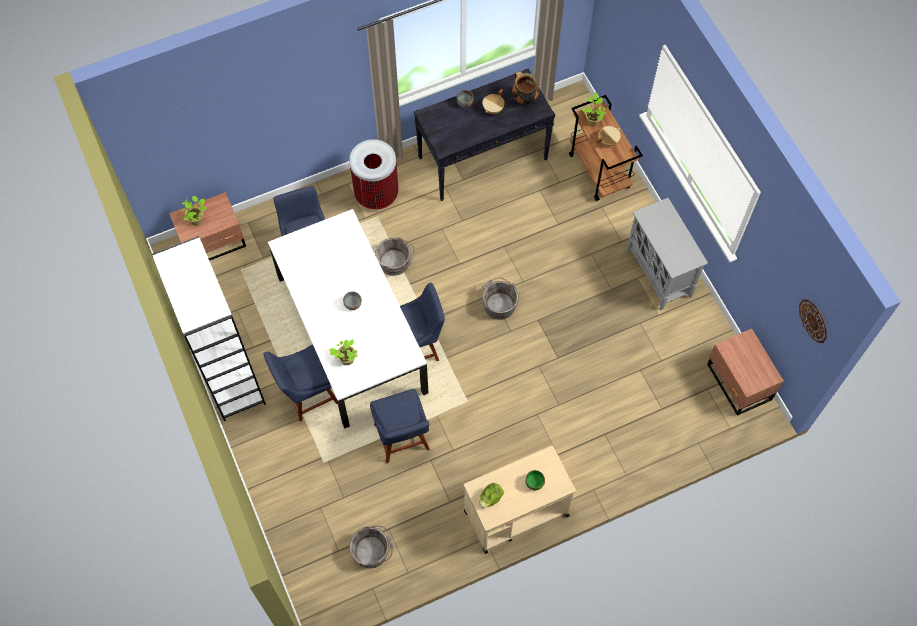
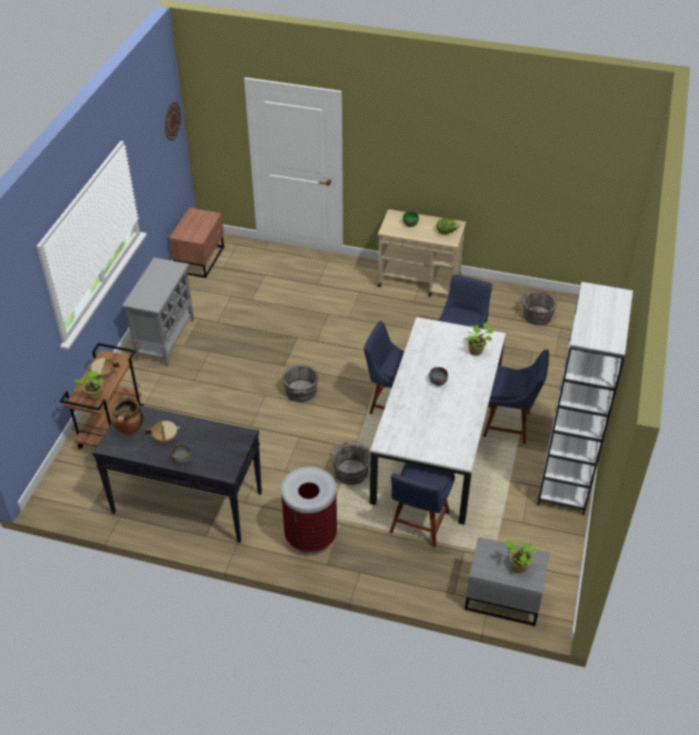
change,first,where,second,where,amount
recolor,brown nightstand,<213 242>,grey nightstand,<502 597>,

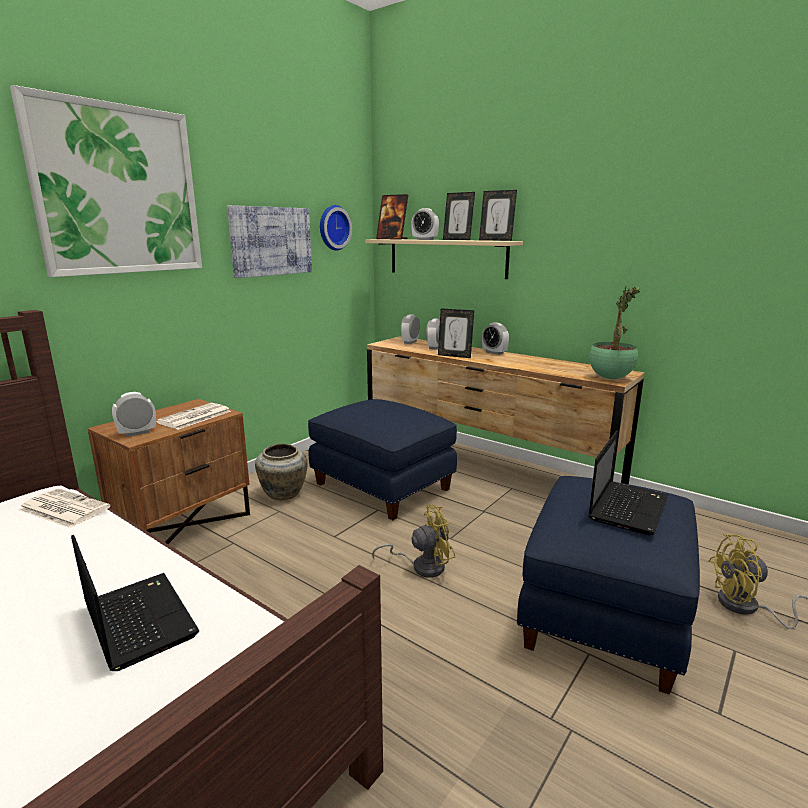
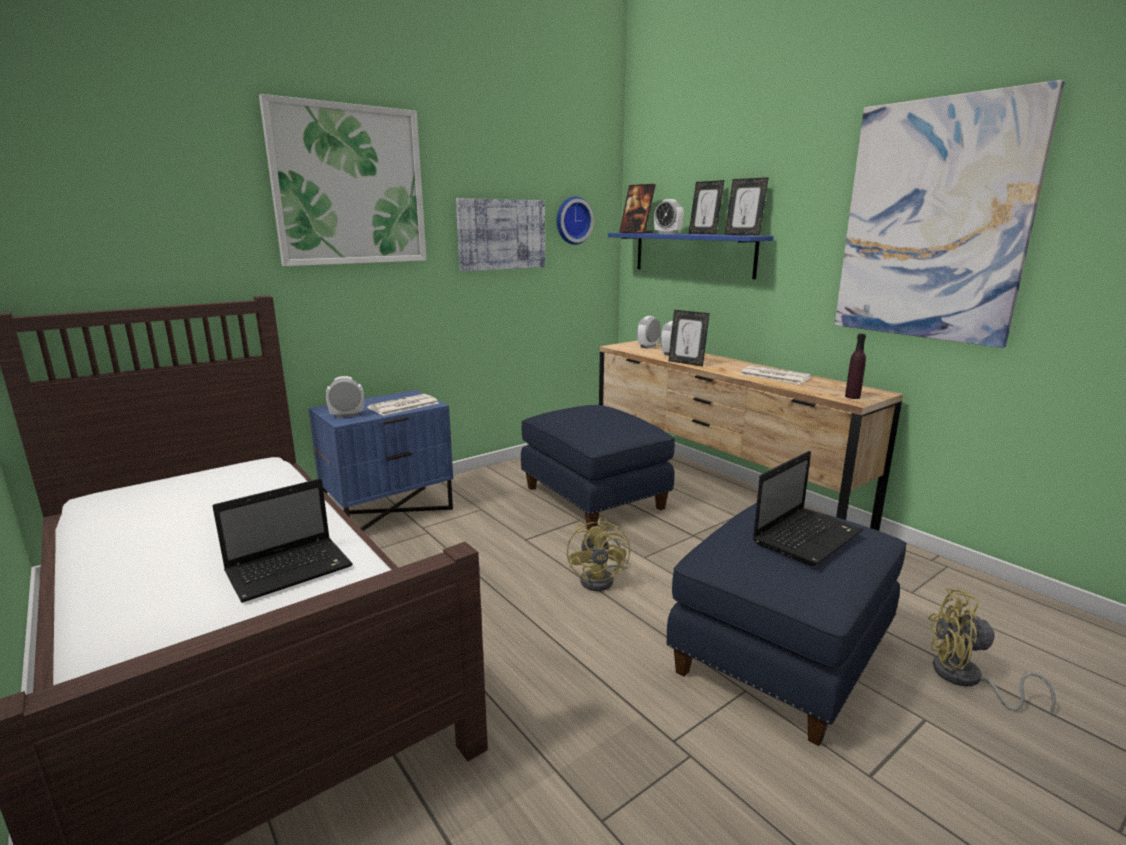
change,first,where,second,where,amount
move,newspaper,<63 509>,,<774 376>,
rotate,laptop,<138 619>,,<291 569>,75 degrees clockwise
recolor,brown nightstand,<183 525>,blue nightstand,<389 511>,
delete,beige vase,<283 494>,,,
recolor,beige shelf,<446 257>,blue shelf,<692 254>,
rotate,yellow fan,<422 566>,,<602 579>,90 degrees clockwise
delete,alarm clock,<494 352>,,,
replace,potted plant,<610 378>,purple bottle,<852 397>,
insert,,,picture,<933 222>,

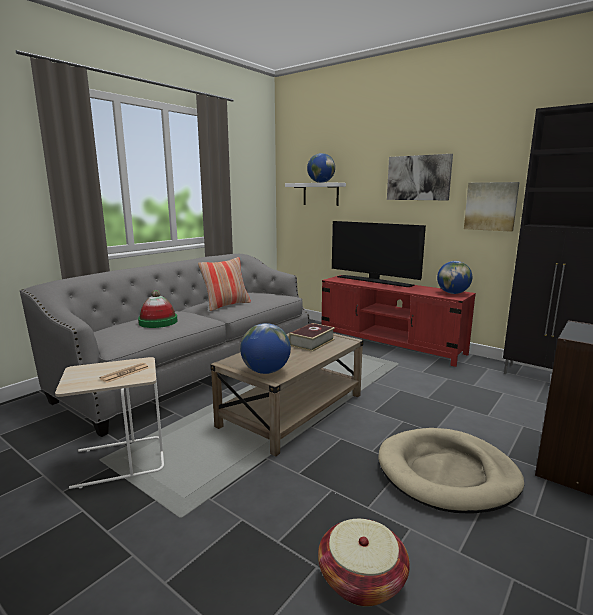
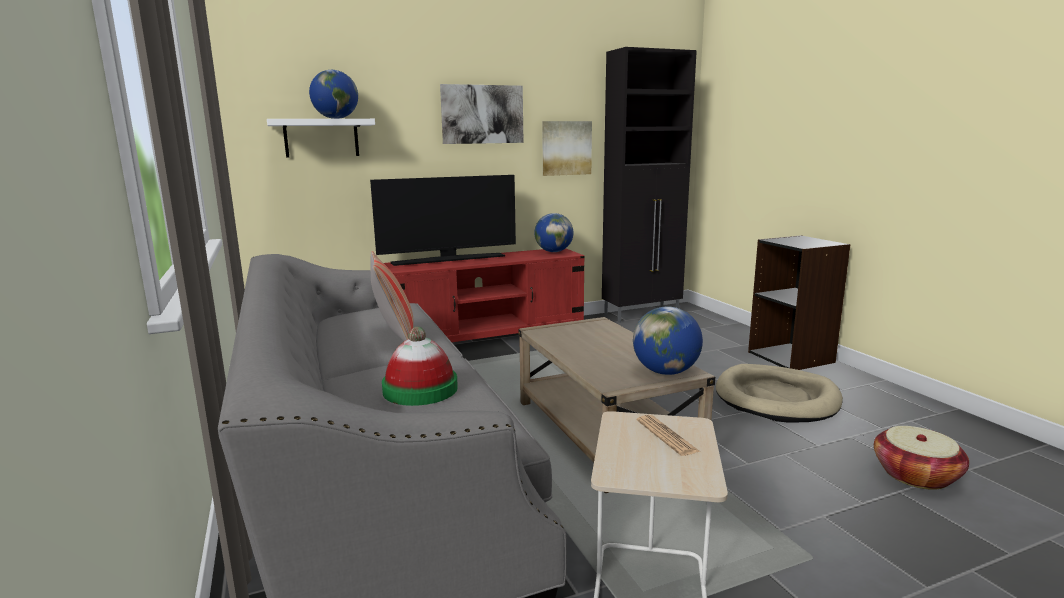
change,first,where,second,where,amount
delete,book,<312 342>,,,

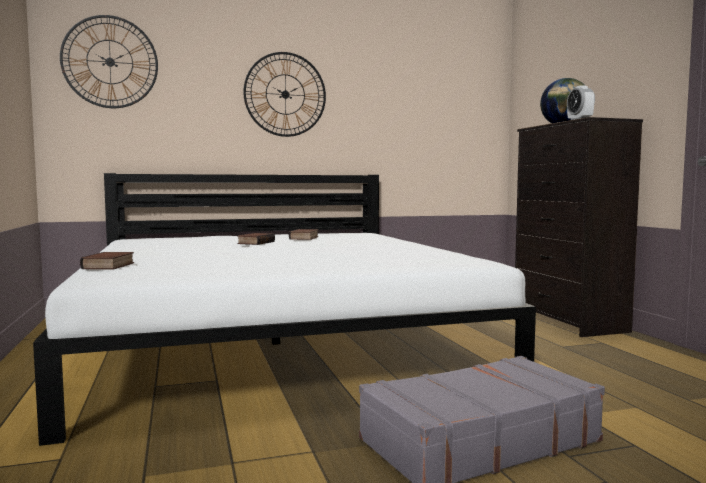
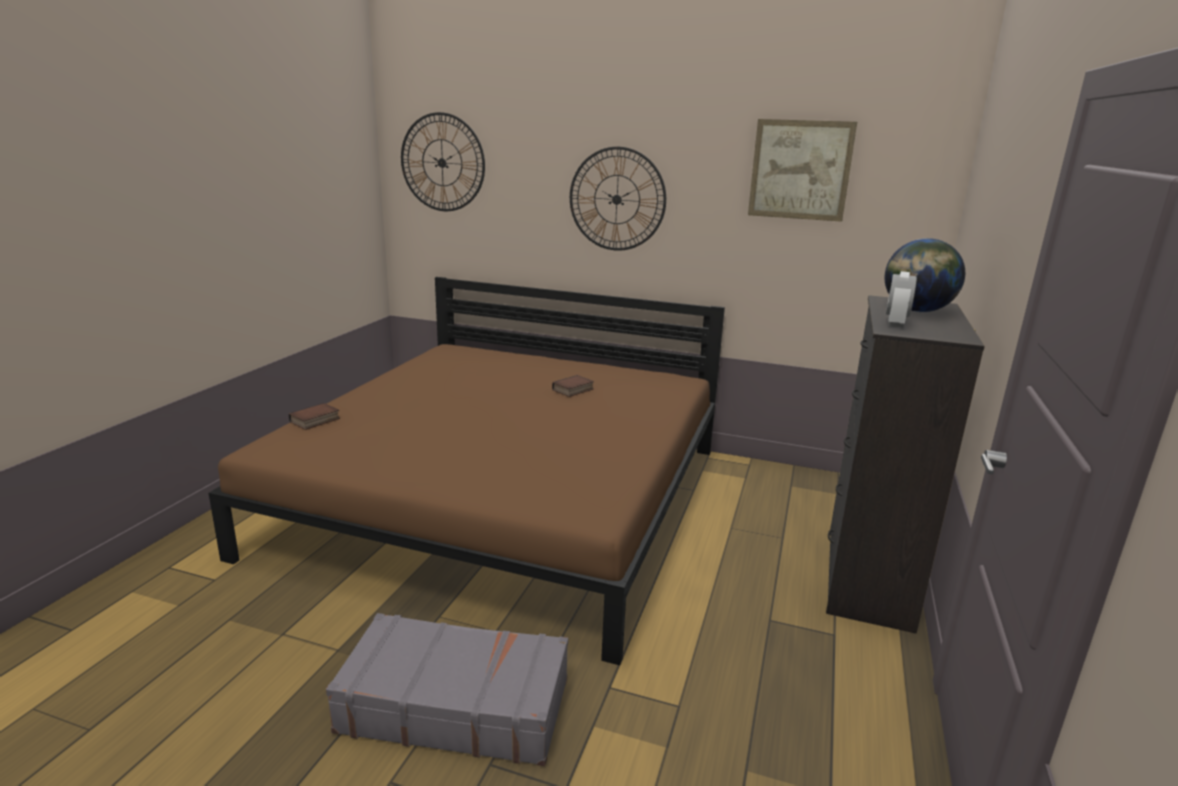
change,first,where,second,where,amount
recolor,white bed,<276 342>,brown bed,<505 498>,
delete,book,<255 242>,,,
insert,,,picture,<800 170>,

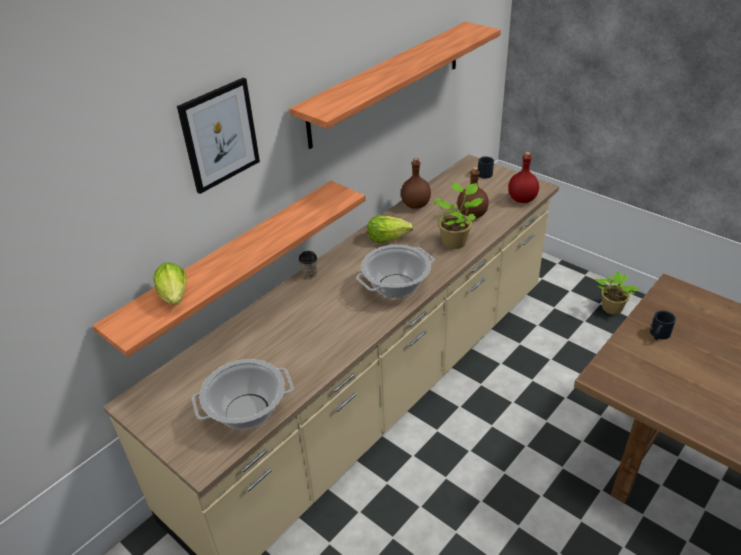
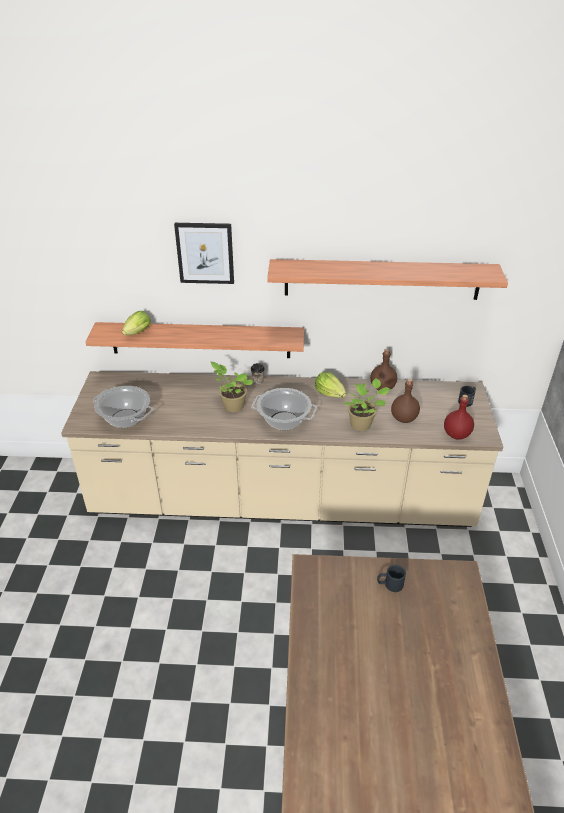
change,first,where,second,where,amount
move,potted plant,<610 309>,,<232 406>,

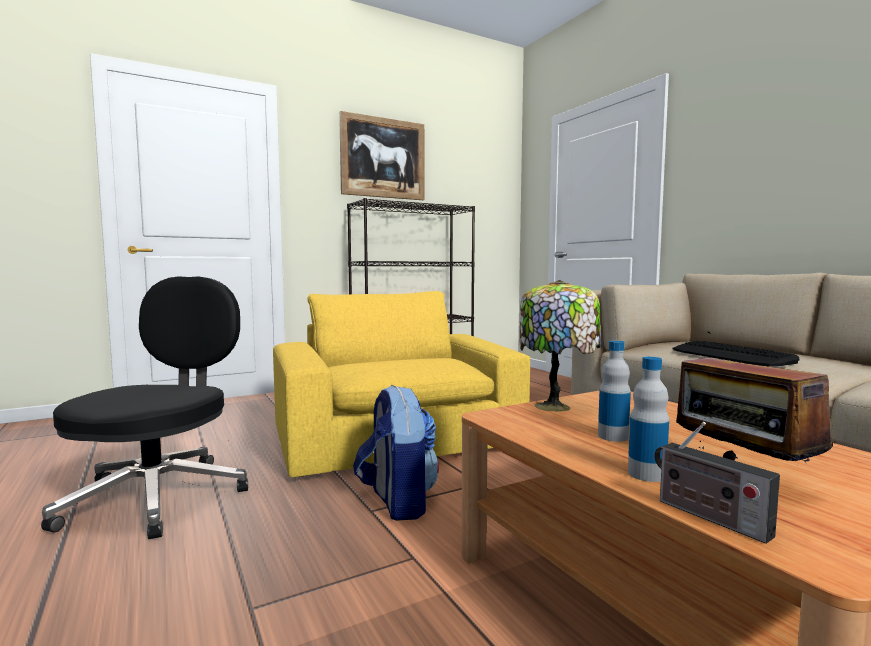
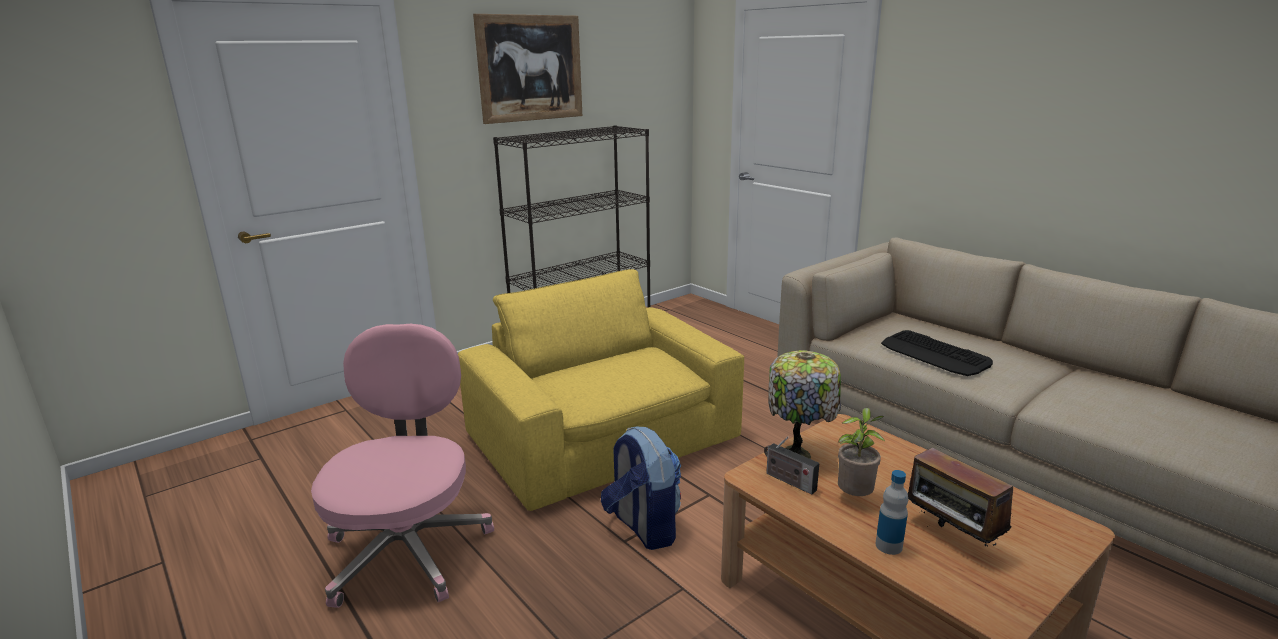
change,first,where,second,where,amount
recolor,black office chair,<159 496>,pink office chair,<408 549>,
replace,bottle,<613 436>,potted plant,<855 497>,
move,radio,<706 516>,,<788 481>,

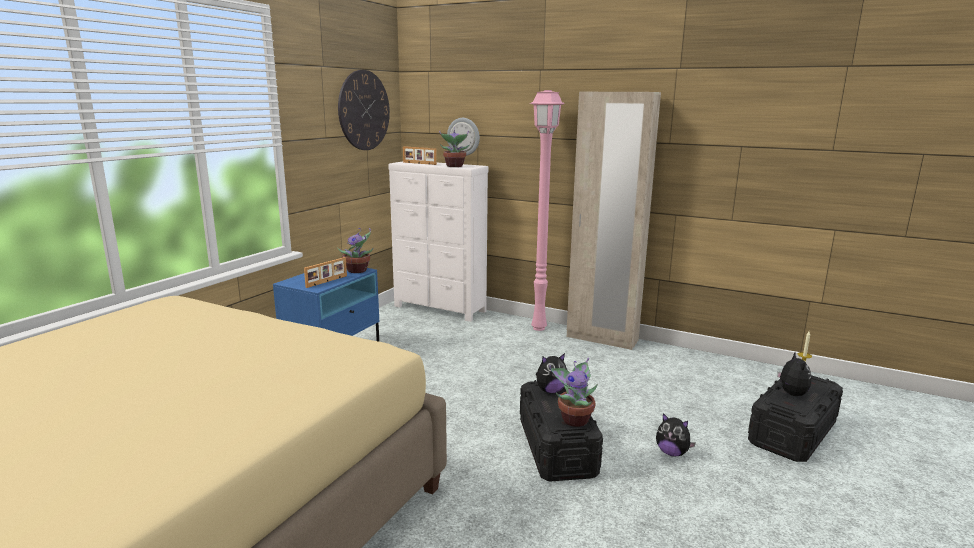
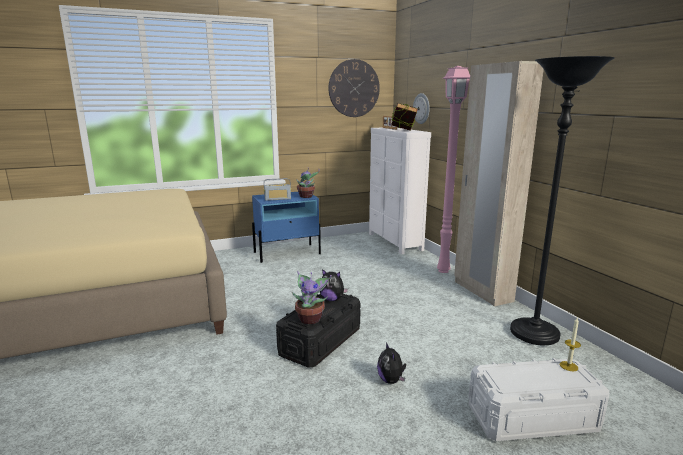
change,first,where,second,where,amount
replace,picture frame,<327 281>,radio,<277 199>,
replace,potted plant,<454 166>,book,<403 131>,
recolor,black storage box,<792 433>,white storage box,<532 418>,
delete,plush toy,<790 394>,,,
insert,,,black floor lamp,<534 334>,

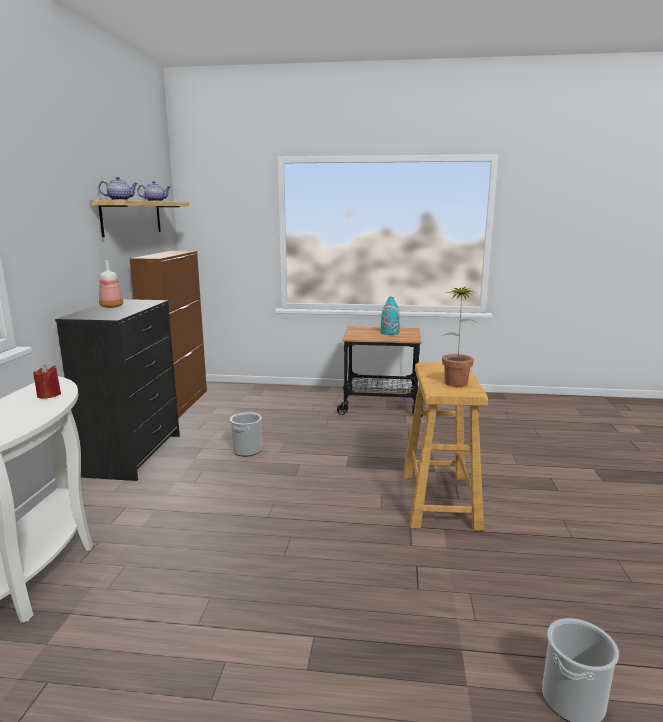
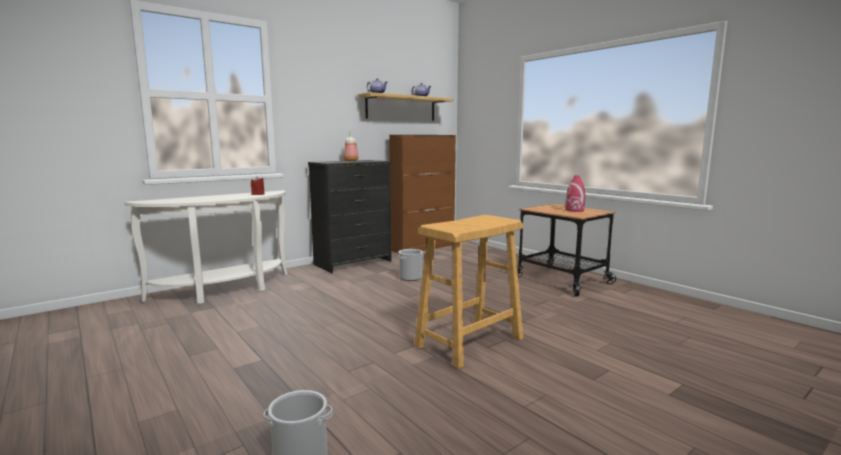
change,first,where,second,where,amount
recolor,turquoise vase,<390 332>,red vase,<574 210>,
delete,potted plant,<456 381>,,,

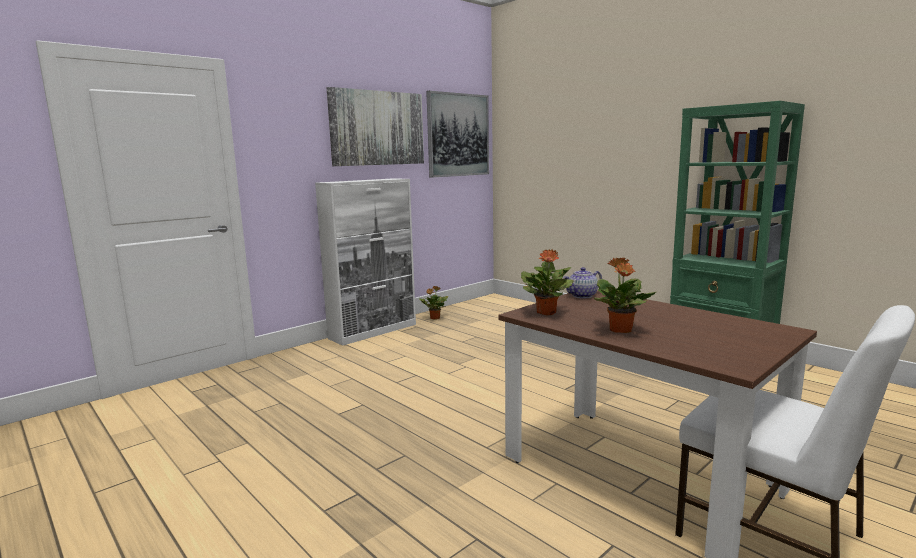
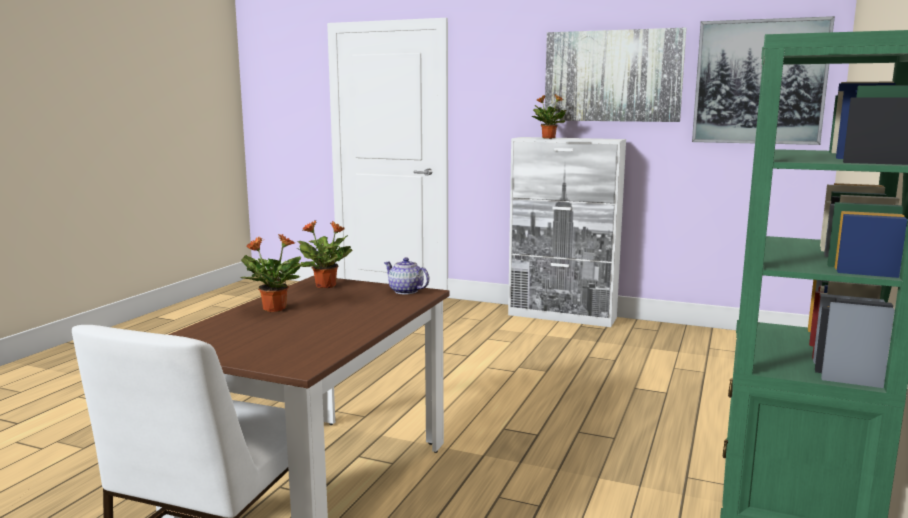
change,first,where,second,where,amount
move,potted plant,<434 318>,,<548 138>,

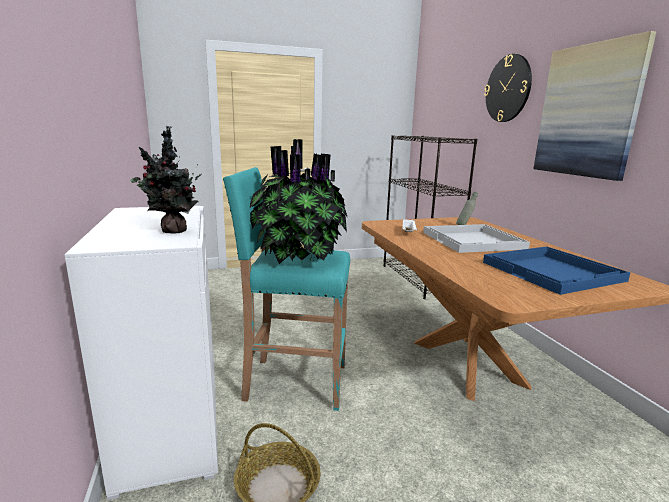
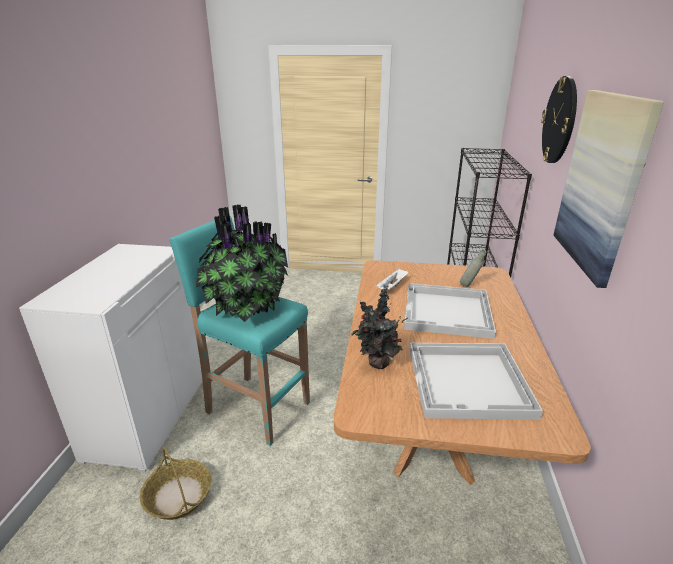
change,first,where,second,where,amount
move,potted plant,<173 231>,,<377 364>,
recolor,blue tray,<553 271>,white tray,<469 382>,

